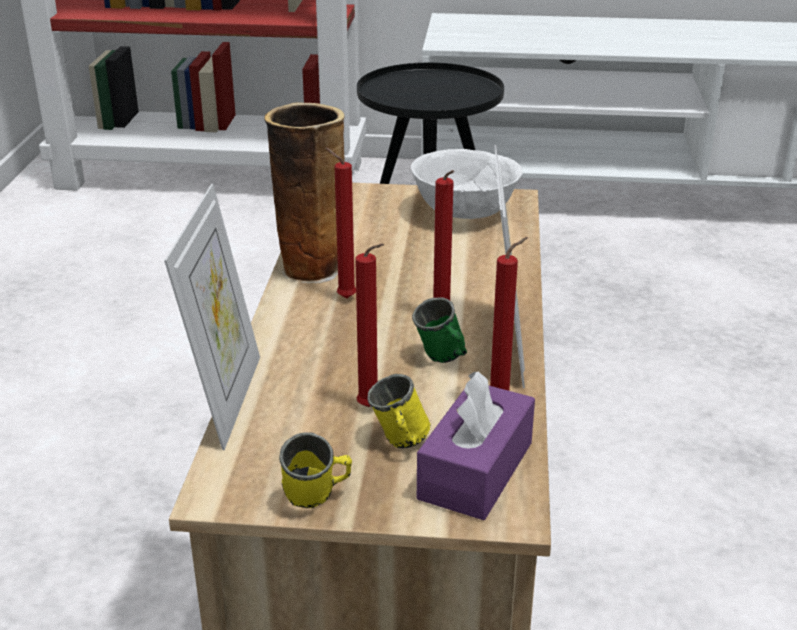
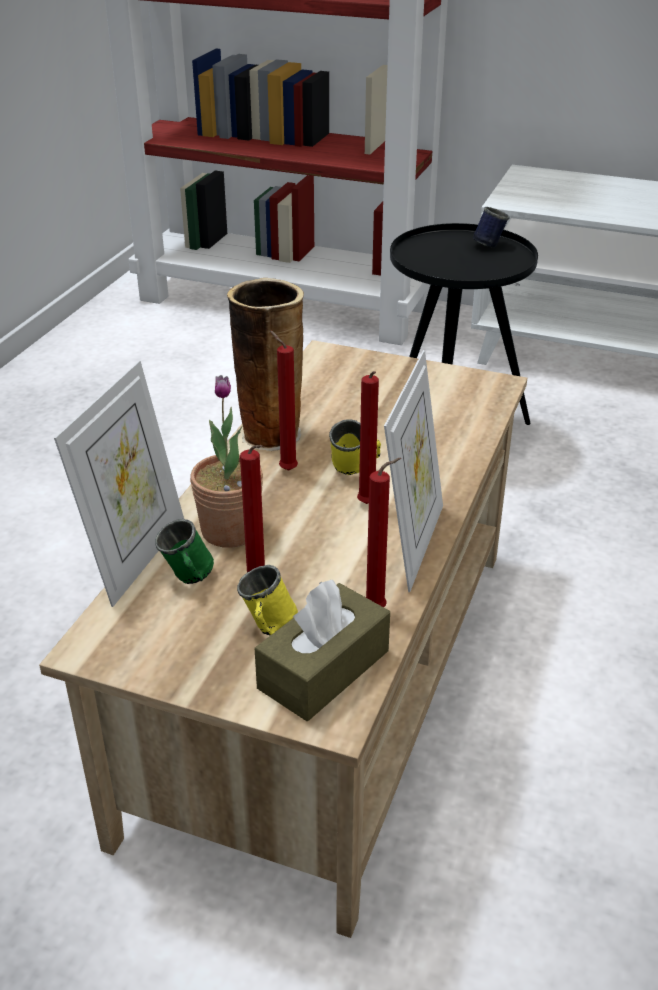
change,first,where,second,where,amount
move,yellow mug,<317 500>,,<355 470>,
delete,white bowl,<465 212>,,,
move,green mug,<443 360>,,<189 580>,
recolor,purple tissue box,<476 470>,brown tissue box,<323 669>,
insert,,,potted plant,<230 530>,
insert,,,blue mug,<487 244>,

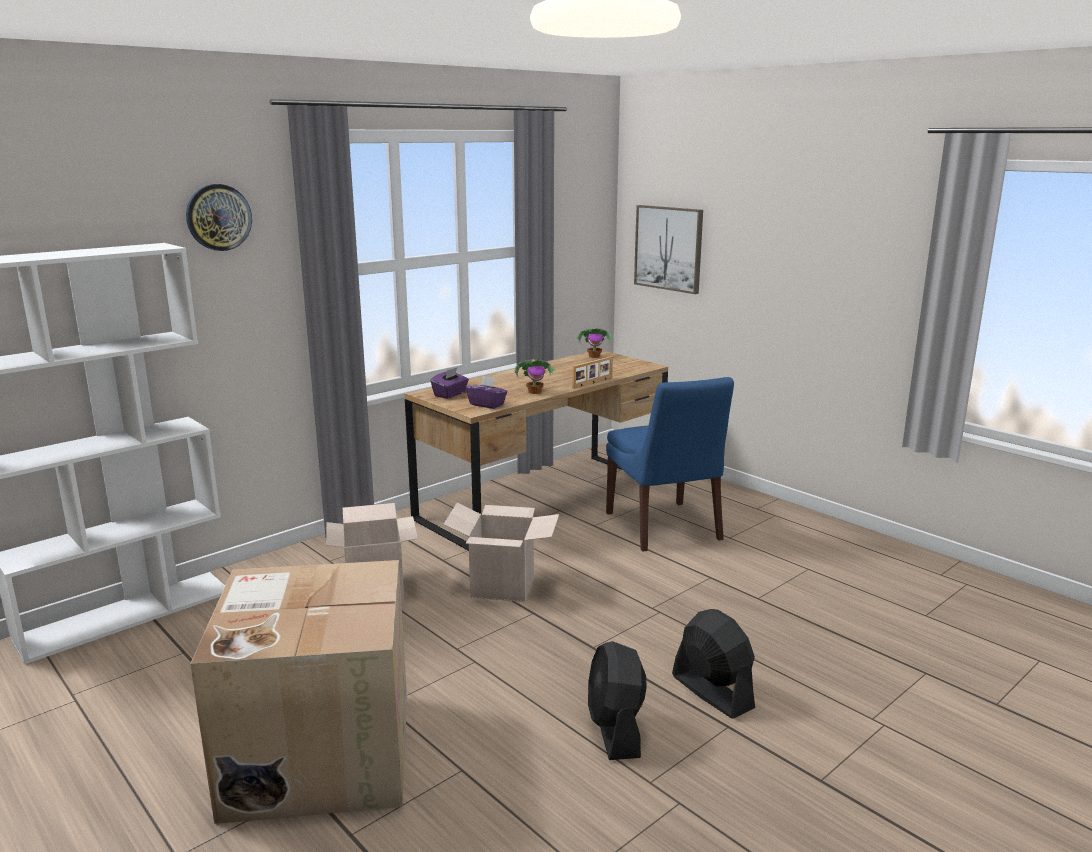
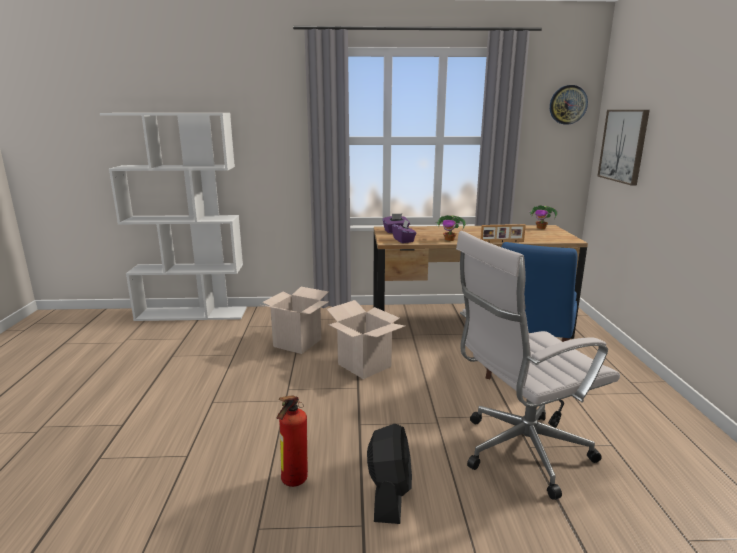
change,first,where,second,where,amount
move,wall clock,<218 217>,,<568 104>,
delete,cardboard box,<317 752>,,,
replace,black fan,<615 729>,fire extinguisher,<292 482>,
insert,,,white office chair,<519 452>,

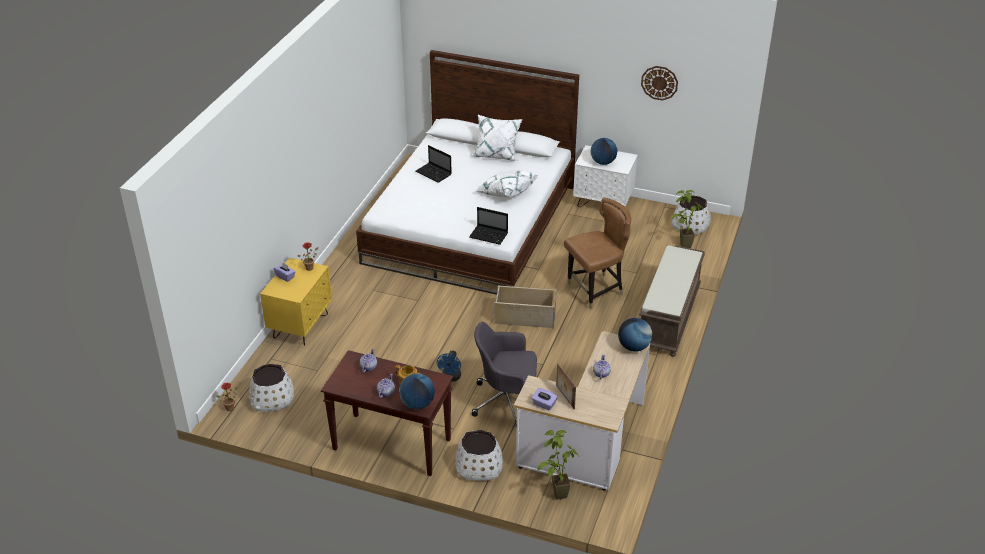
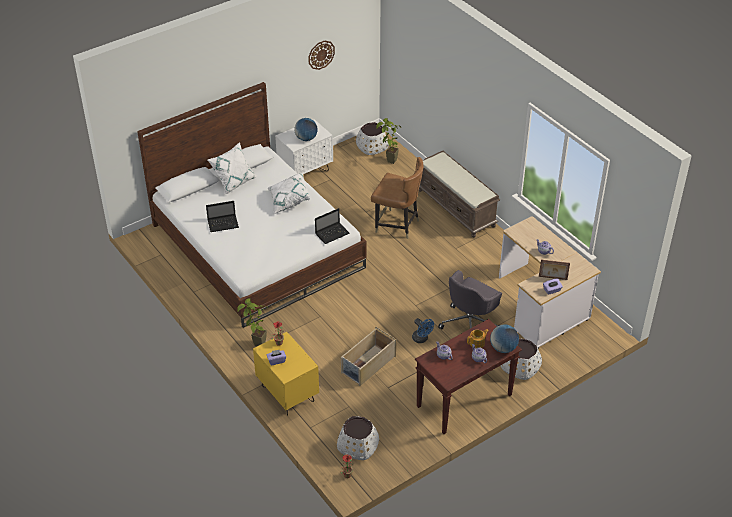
change,first,where,second,where,amount
move,beige storage box,<524 317>,,<368 365>,
move,potted plant,<554 494>,,<256 346>,
rotate,brown chair,<595 291>,,<397 225>,105 degrees clockwise
delete,globe,<633 347>,,,

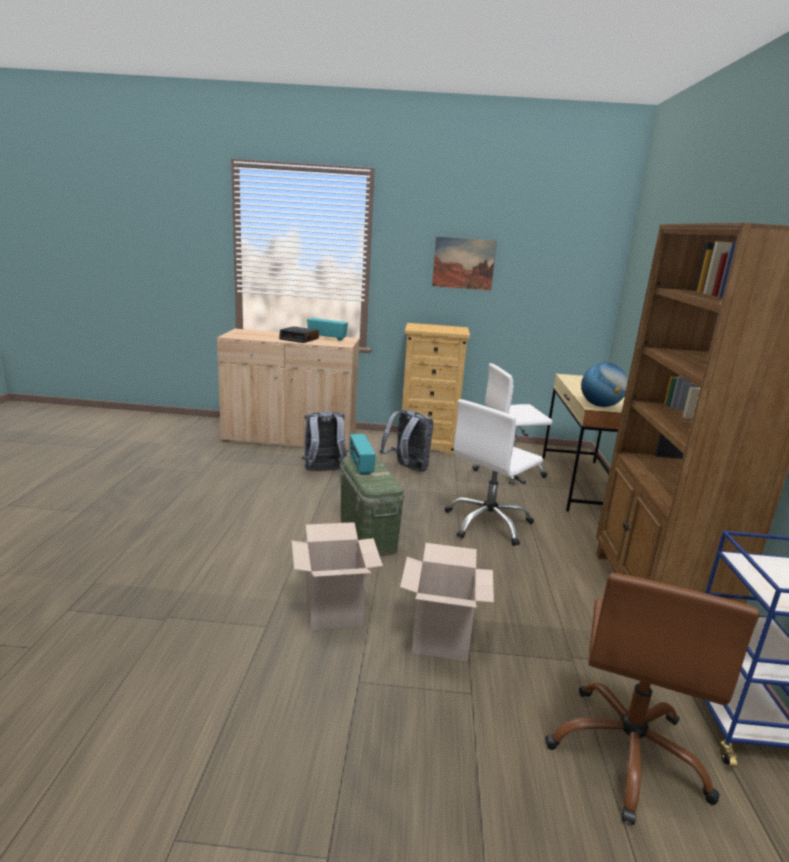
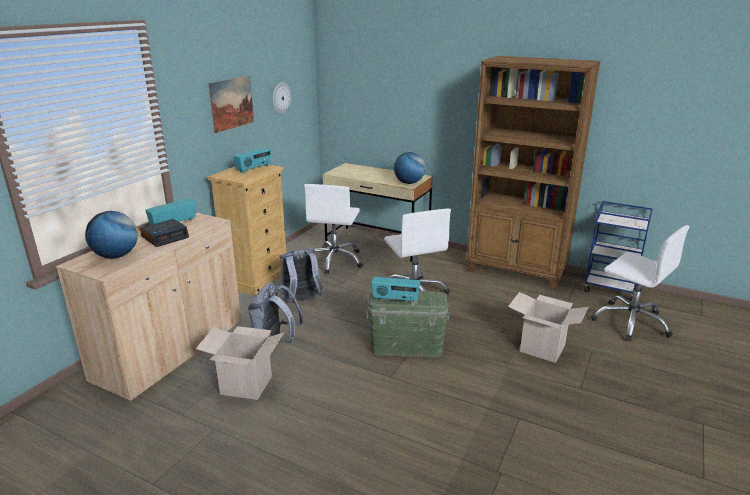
change,first,where,second,where,amount
move,cardboard box,<334 610>,,<246 385>,
recolor,brown office chair,<628 753>,white office chair,<631 322>,
insert,,,globe,<116 256>,
insert,,,radio,<254 169>,
insert,,,wall clock,<281 98>,

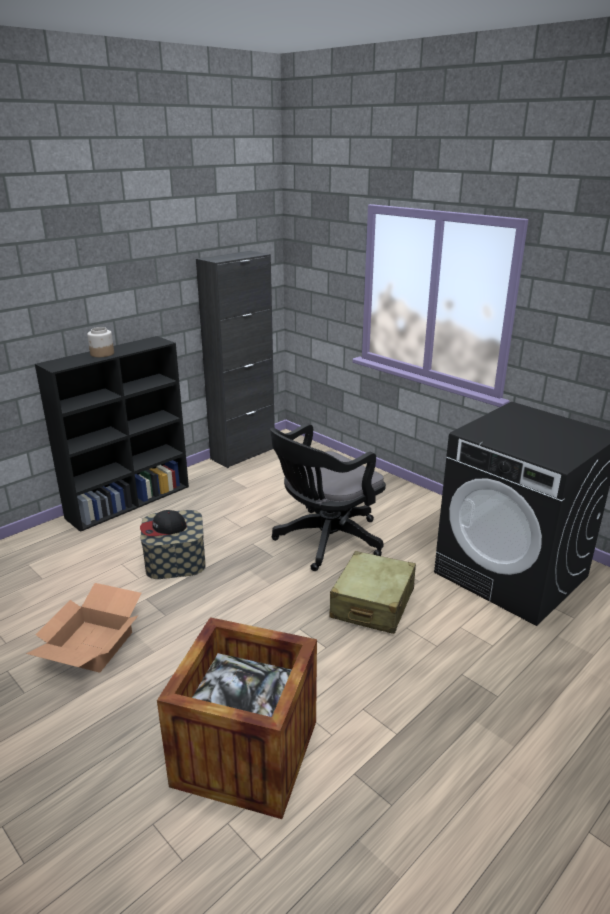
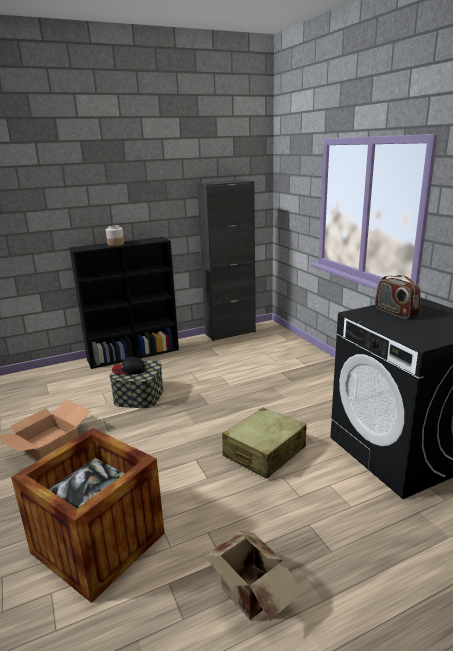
change,first,where,second,where,amount
delete,black office chair,<324 541>,,,
insert,,,cardboard box,<249 597>,
insert,,,radio,<395 312>,

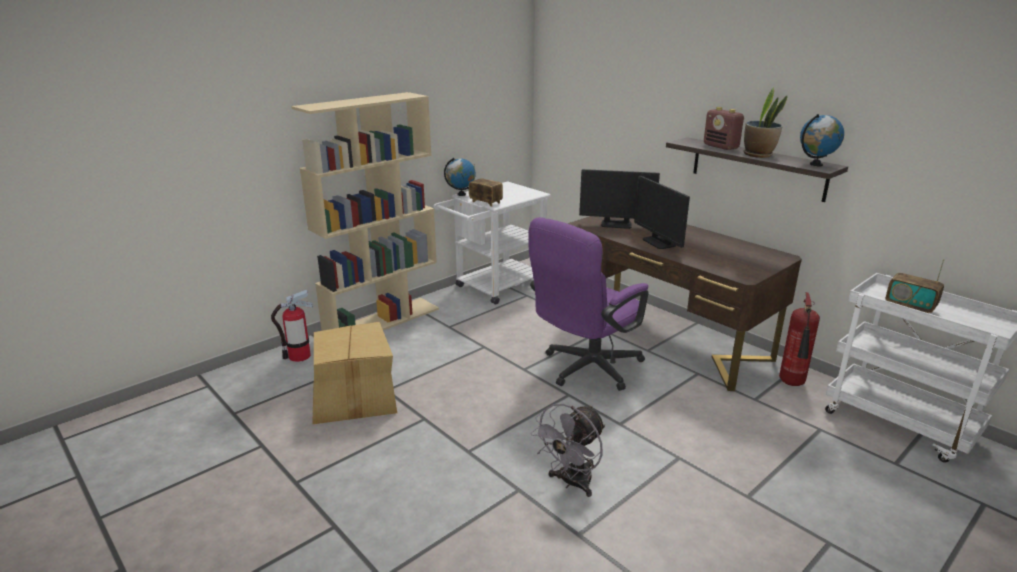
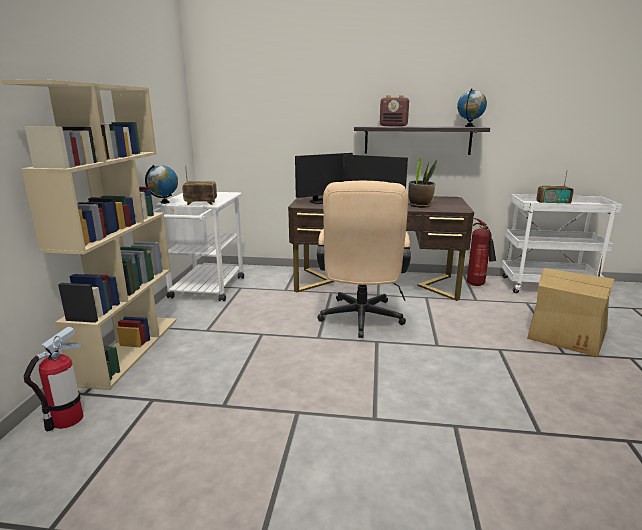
change,first,where,second,where,amount
move,cardboard box,<354 398>,,<566 333>,
recolor,purple office chair,<585 369>,beige office chair,<360 320>,
delete,grey fan,<571 483>,,,
move,potted plant,<758 154>,,<420 205>,

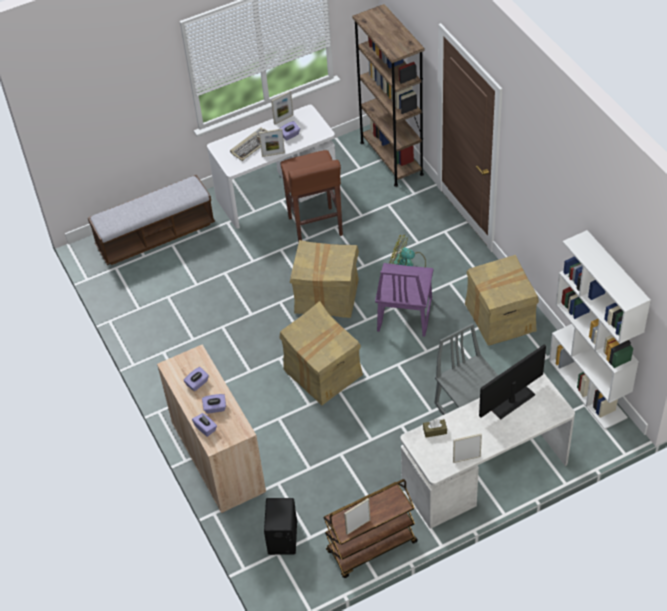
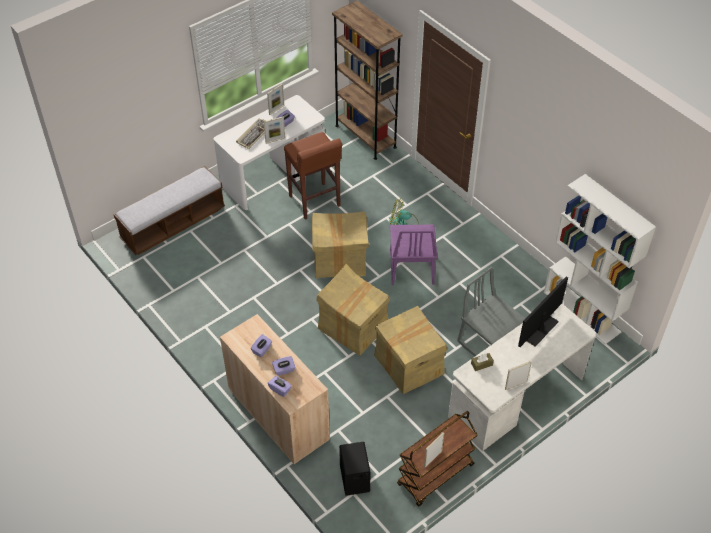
change,first,where,second,where,amount
move,cardboard box,<500 318>,,<409 365>,

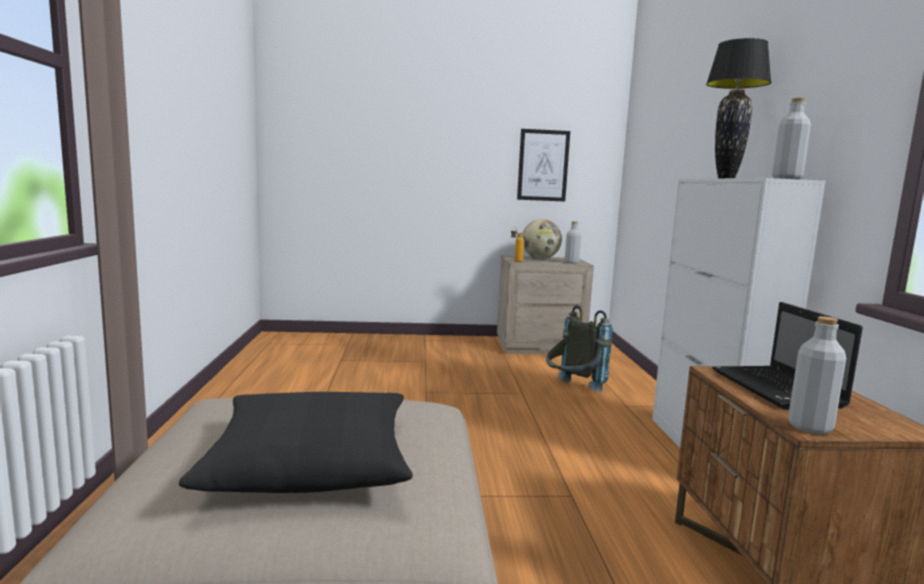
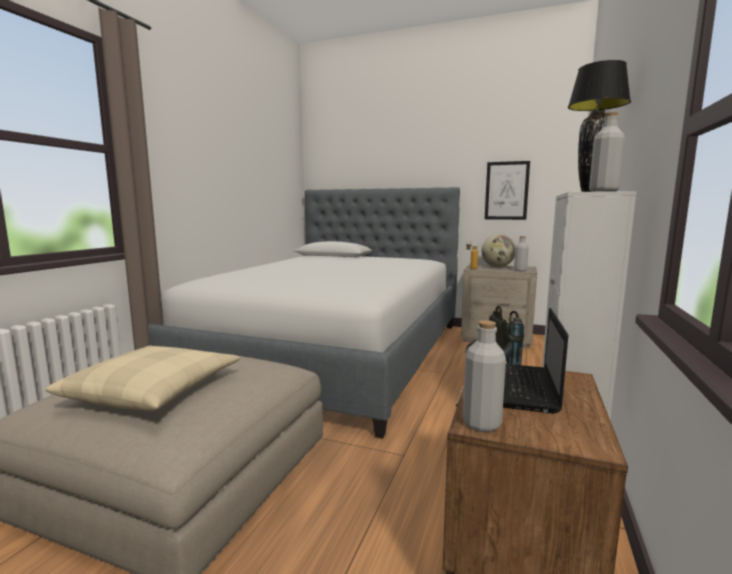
change,first,where,second,where,amount
recolor,black pillow,<311 460>,beige pillow,<153 390>,
insert,,,bed,<334 353>,

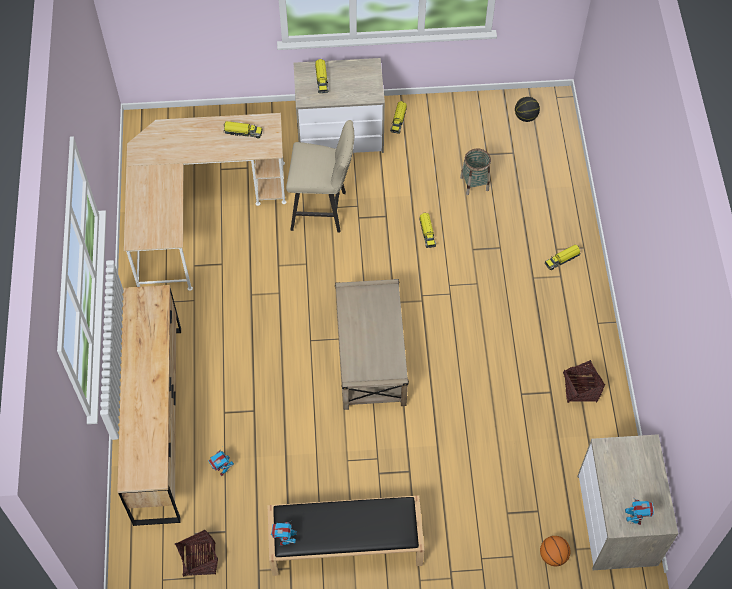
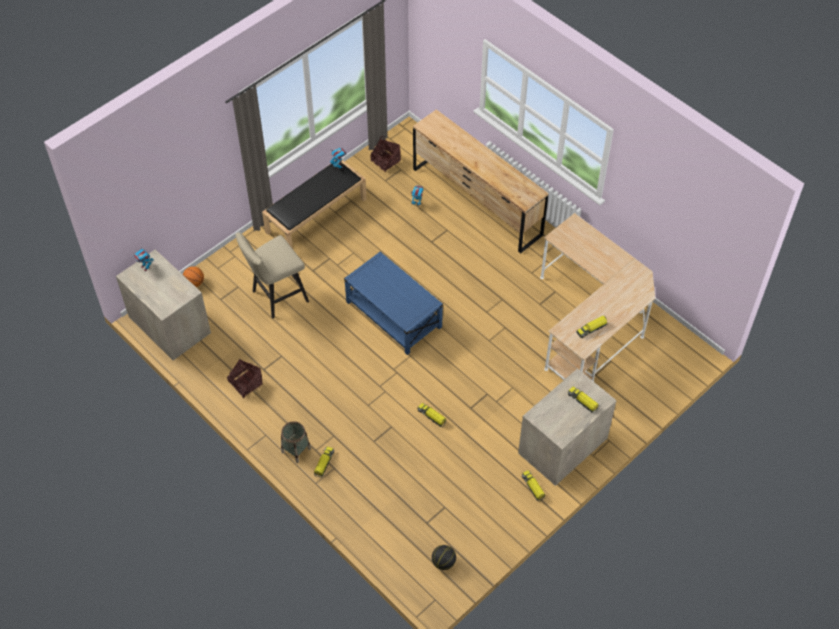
change,first,where,second,where,amount
move,beige stool,<323 210>,,<276 297>,
recolor,beige coffee table,<370 356>,blue coffee table,<393 314>,
move,basket,<474 183>,,<296 450>,

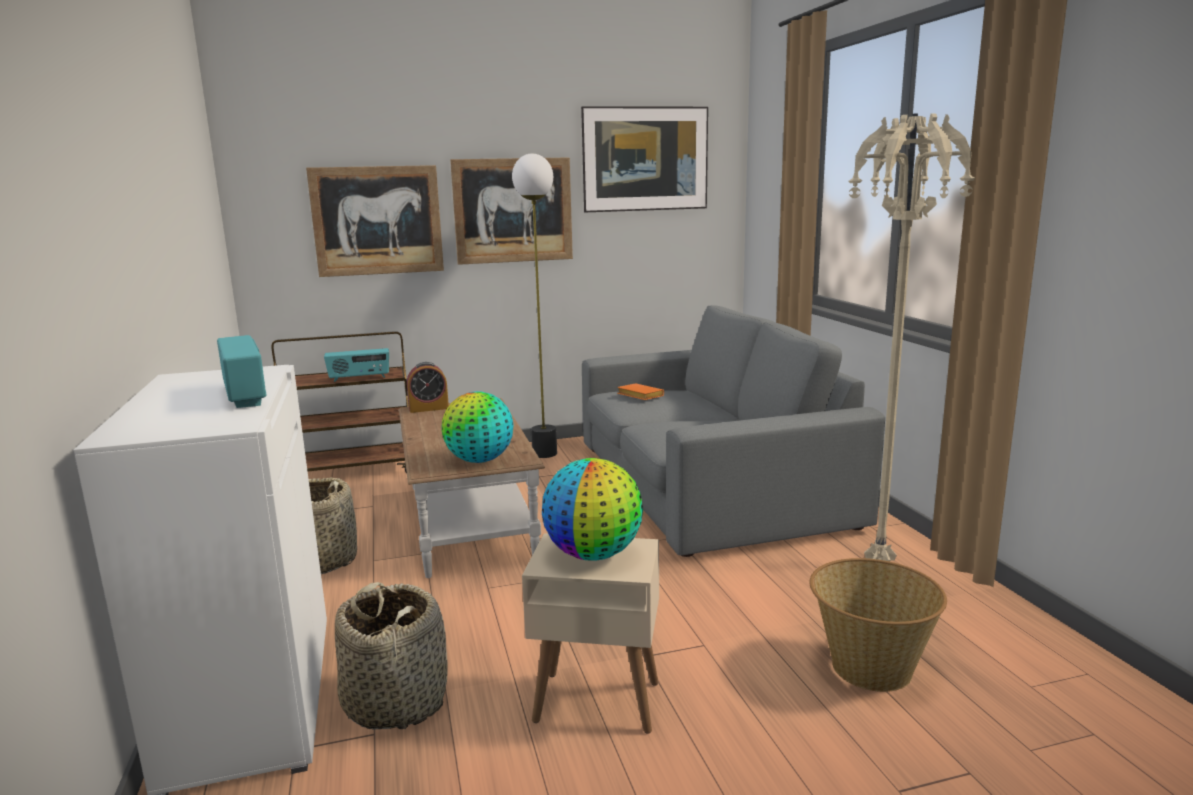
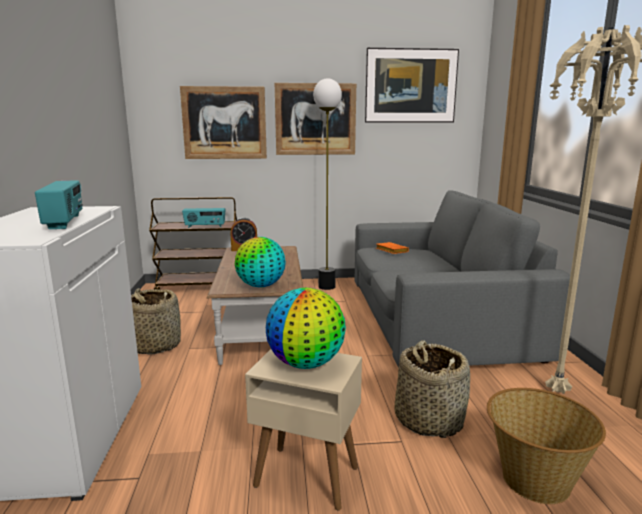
change,first,where,second,where,amount
move,basket,<396 701>,,<428 419>,

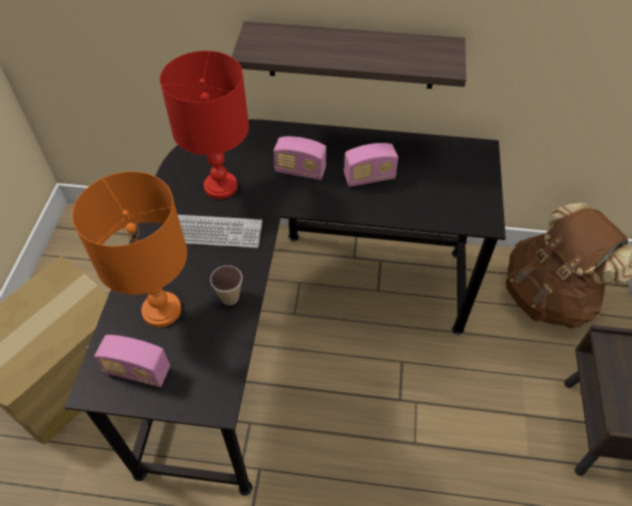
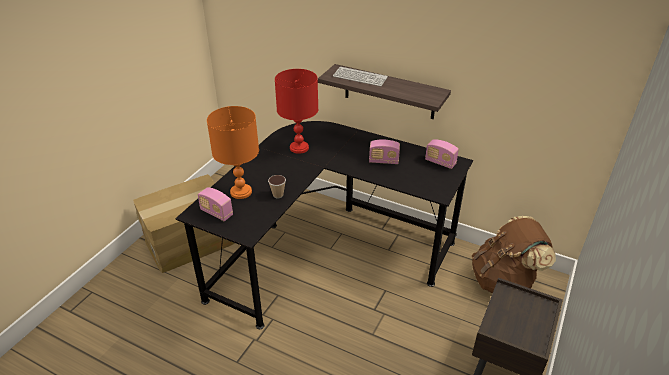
change,first,where,second,where,amount
move,keyboard,<214 232>,,<360 77>,
move,radio,<300 171>,,<440 162>,

